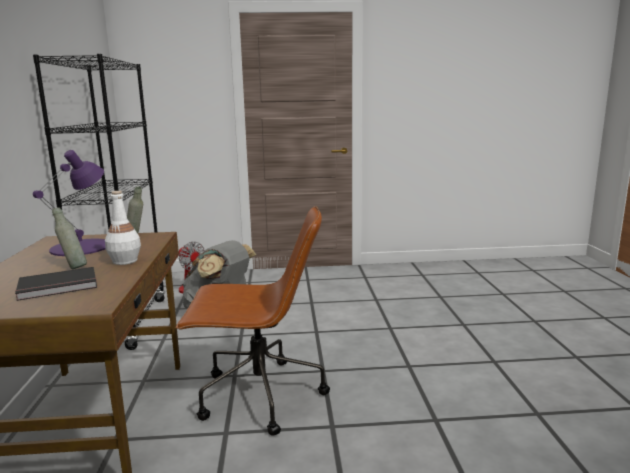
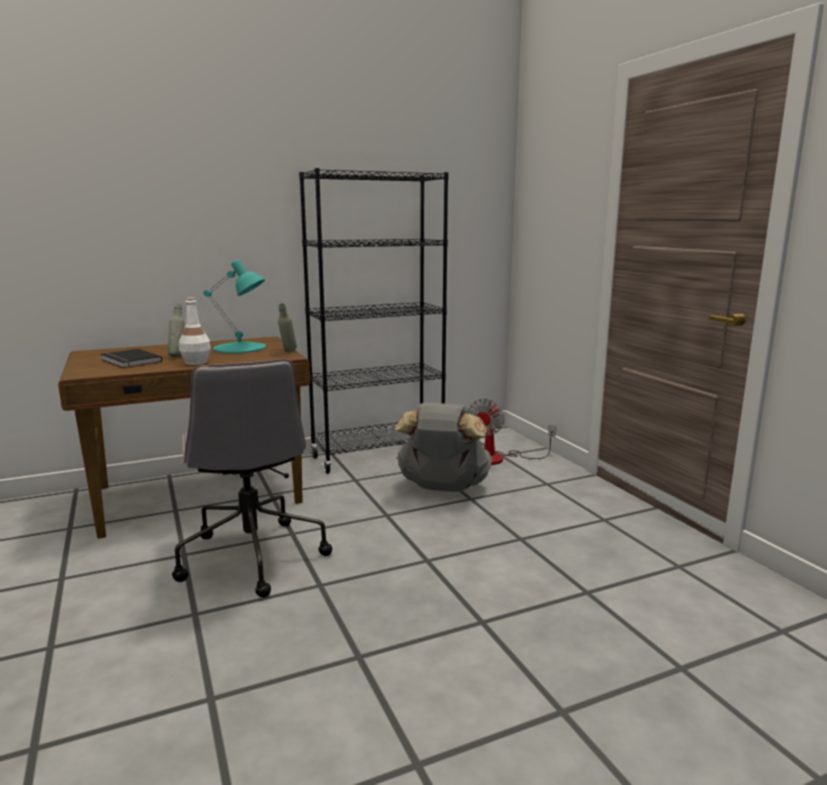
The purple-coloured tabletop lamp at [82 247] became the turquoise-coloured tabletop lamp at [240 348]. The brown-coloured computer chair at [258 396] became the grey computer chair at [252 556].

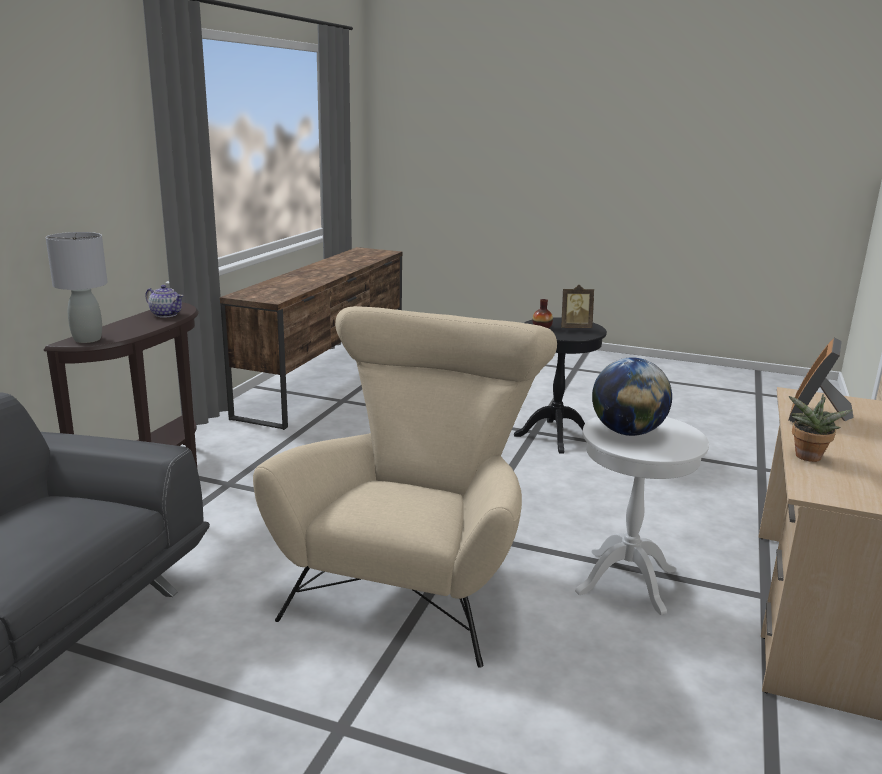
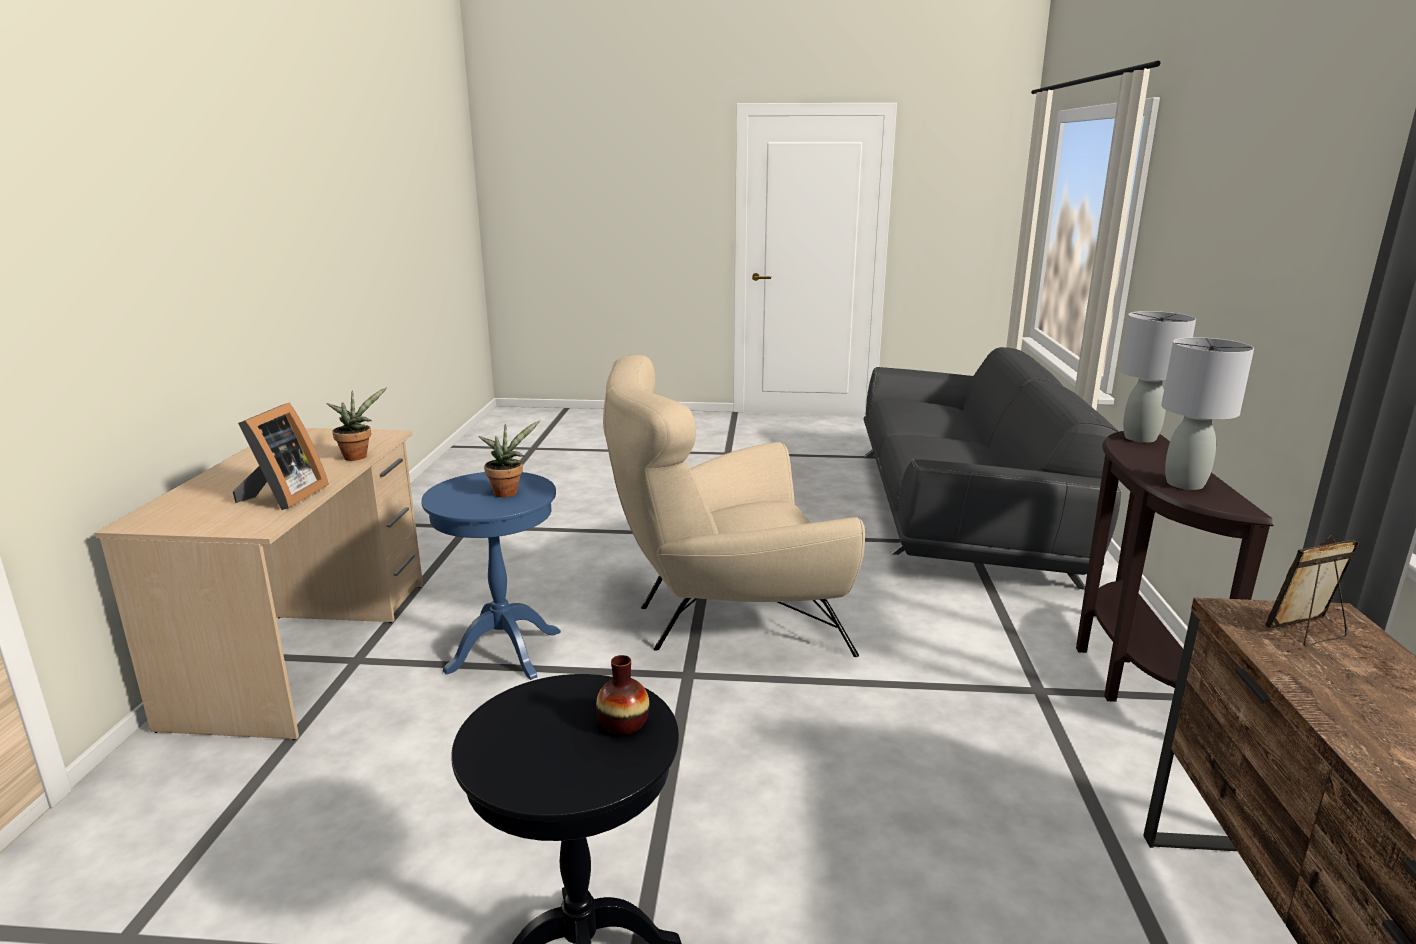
The teapot at [166 314] was replaced by the grey tabletop lamp at [1185 484]. The beige-coloured easy chair at [412 577] turned 75 degrees clockwise. The photo frame moved from [575 327] to [1307 633]. The white side table at [626 581] became the bluish side table at [504 651]. The world globe at [627 432] was replaced by the potted plant at [508 492].

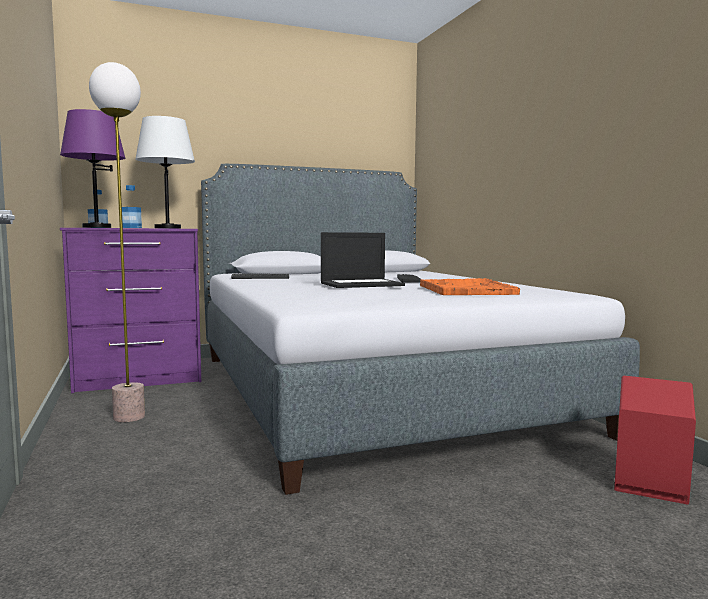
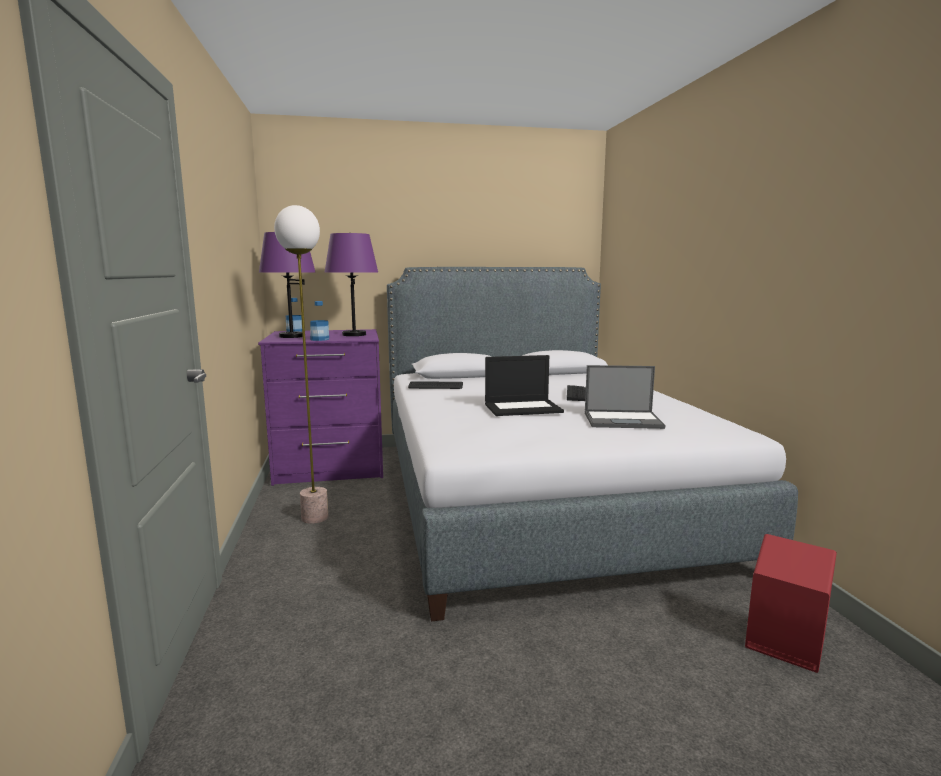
The white tabletop lamp at [168 228] became the purple-coloured tabletop lamp at [354 335]. The orange-coloured carrying tray at [466 290] was replaced by the portable computer at [623 420].

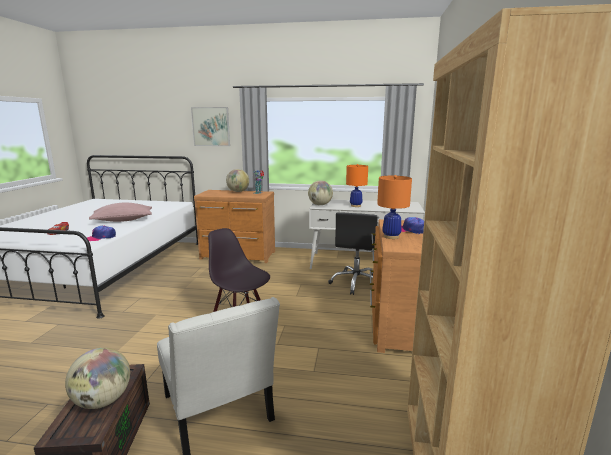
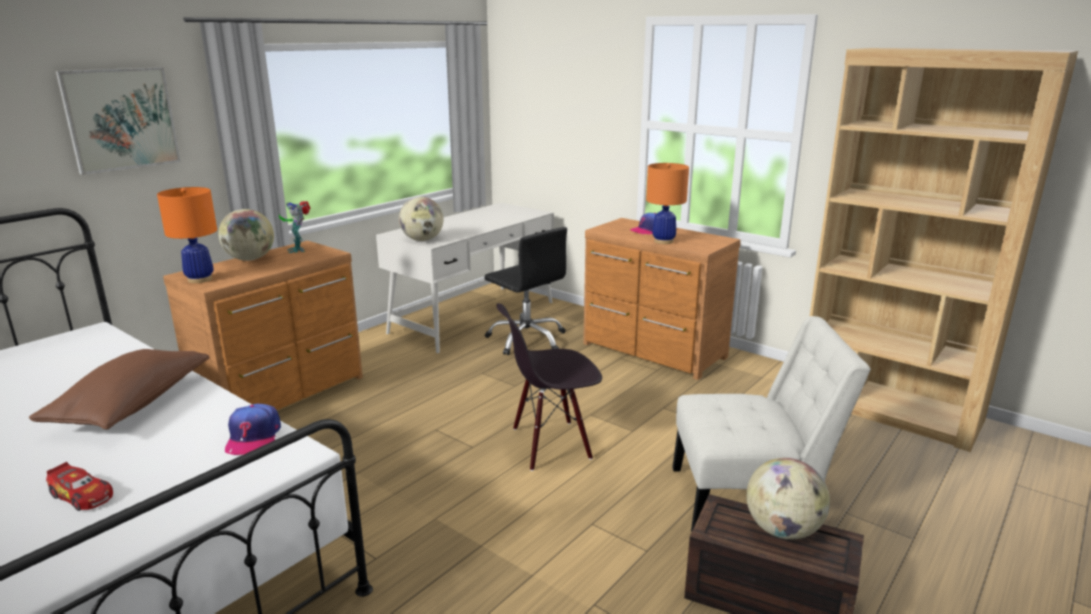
The pink pillow at [123 220] became the brown-coloured pillow at [131 405]. The orange-coloured tabletop lamp moved from [356 206] to [200 279].

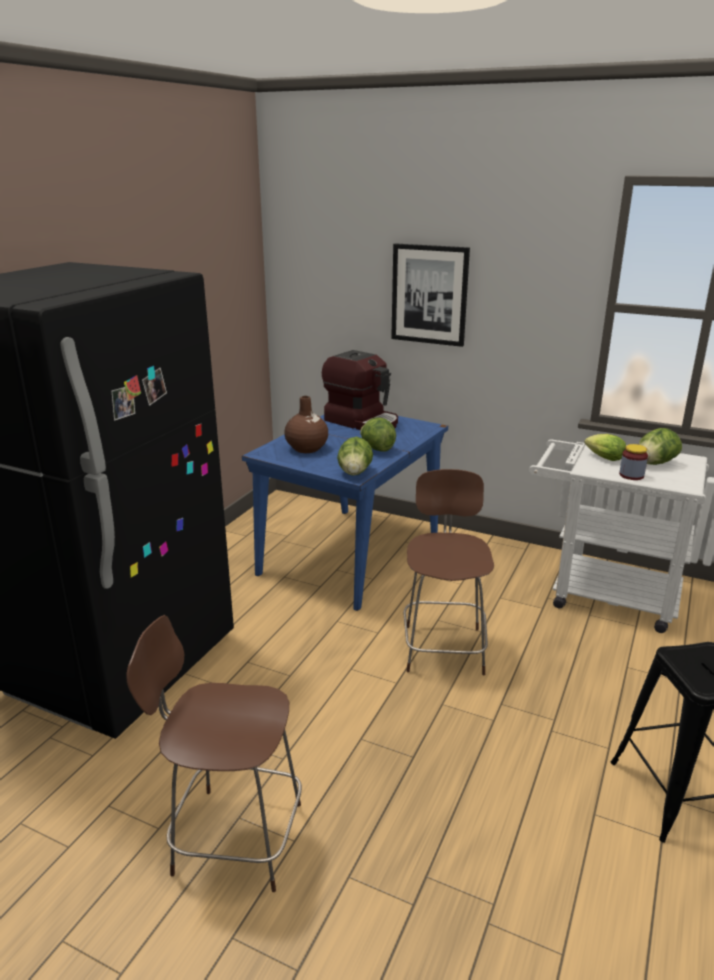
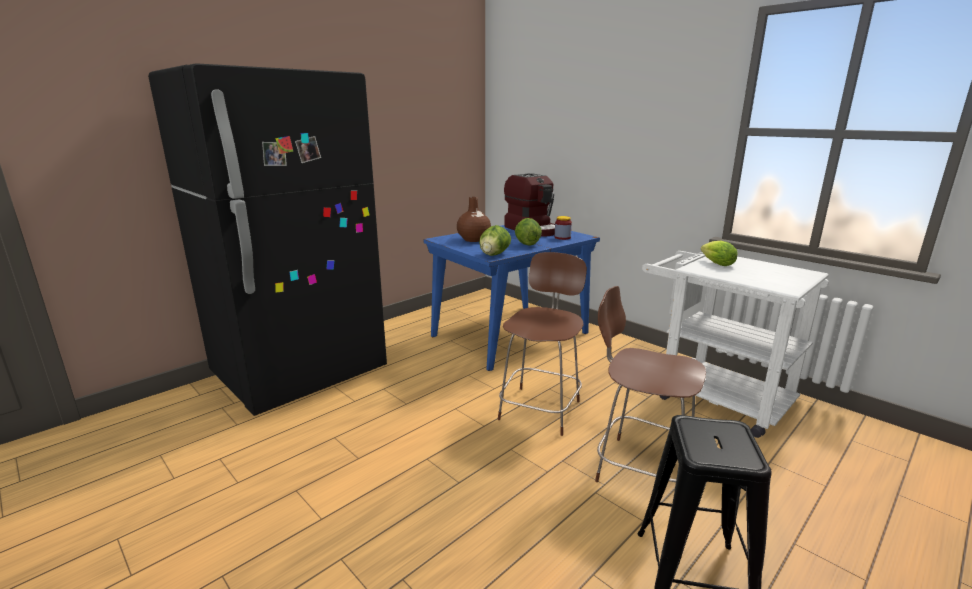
The brown-coloured plain chair moved from [233 837] to [640 470]. The wall picture at [429 294] disappeared. The preserve jar moved from [631 475] to [562 237]. The lettuce at [655 463] disappeared.

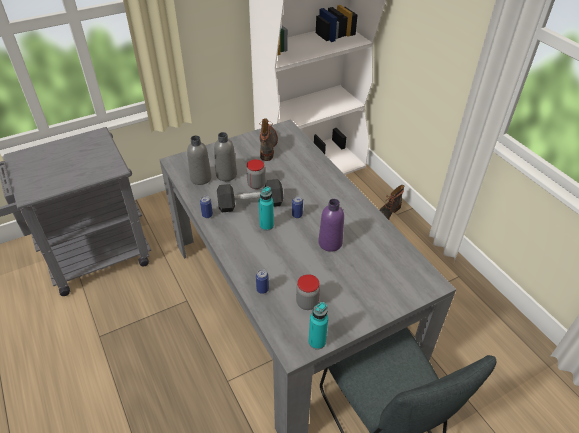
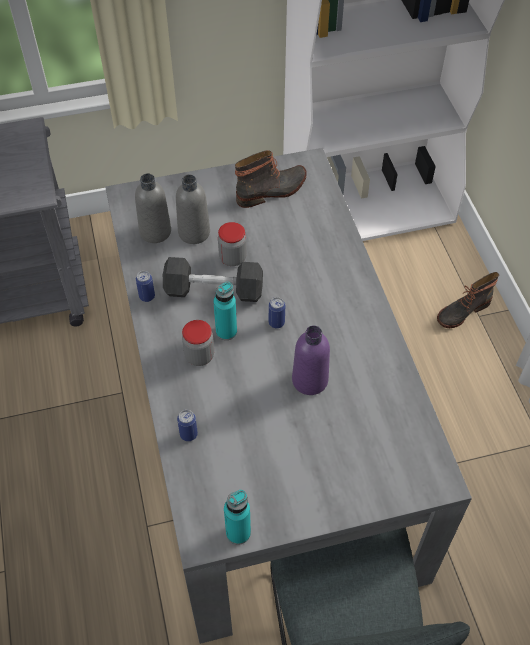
The high-top boot at [268 145] turned 45 degrees clockwise. The preserve jar moved from [307 303] to [199 356].

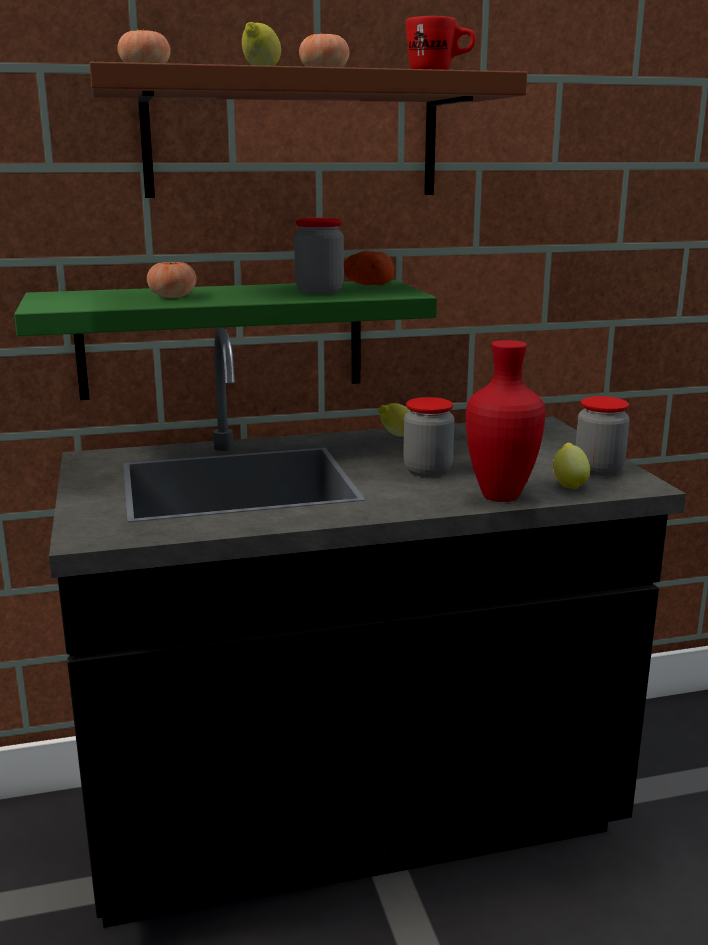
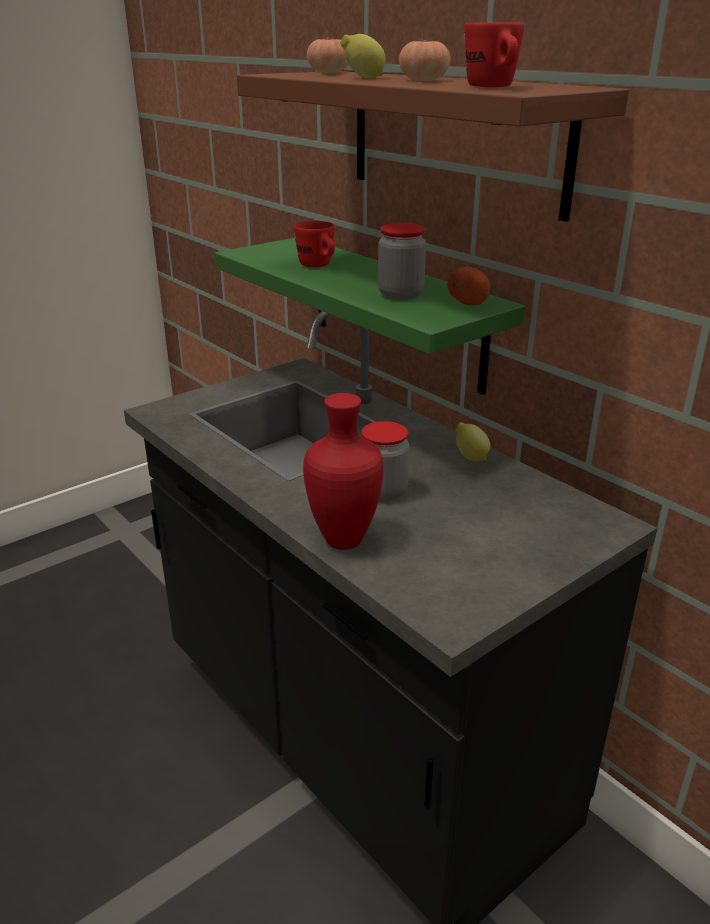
The whole tomato at [172 296] was replaced by the red mug at [318 266]. The citrus fruit at [569 485] disappeared. The preserve jar at [598 470] disappeared.

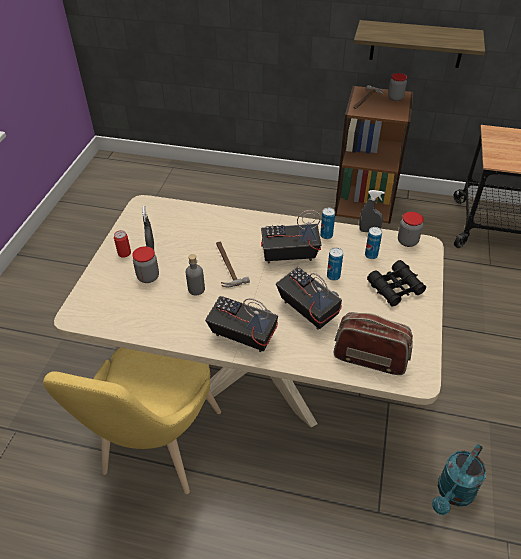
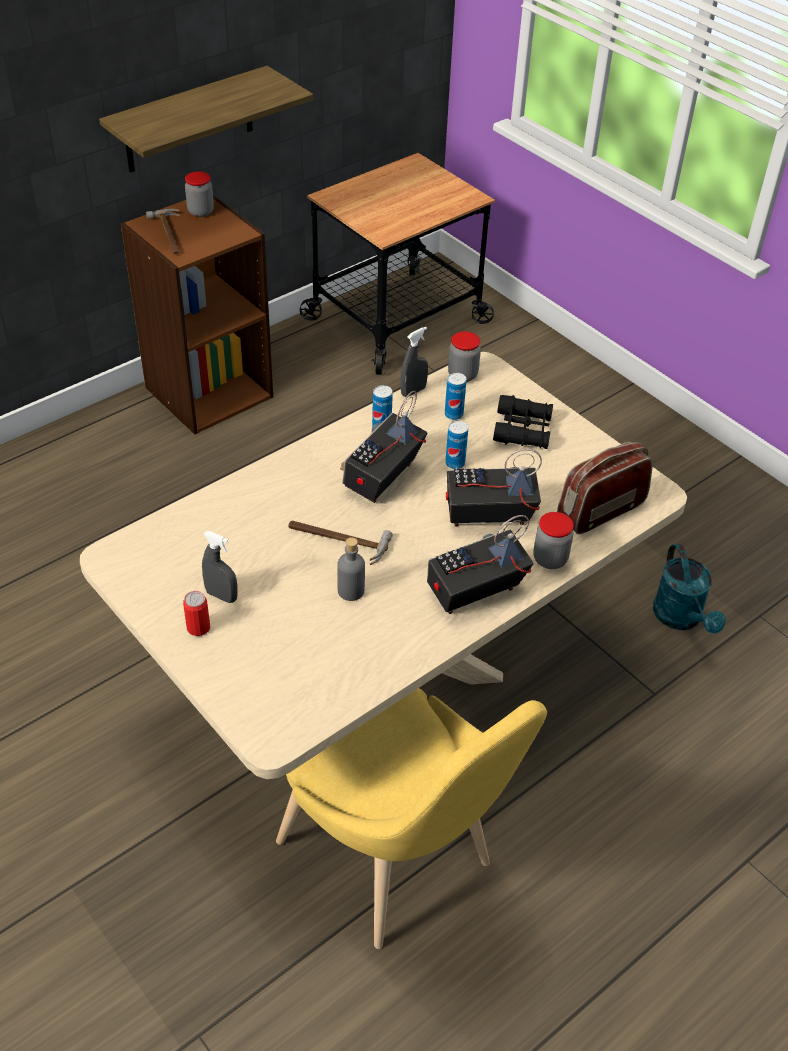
The preserve jar moved from [148 277] to [550 559].

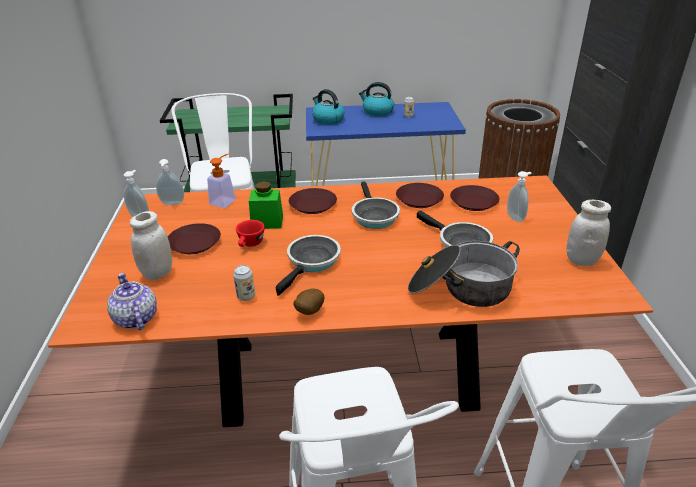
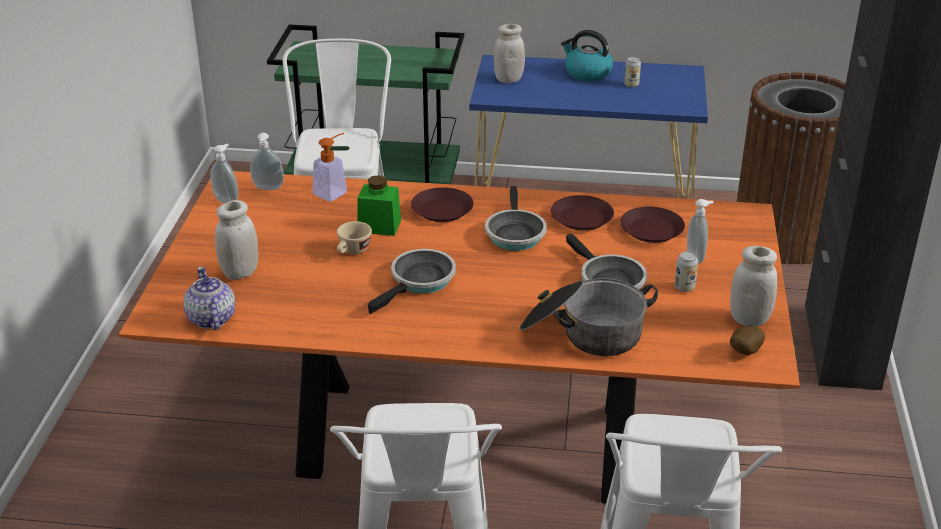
The brown-coloured dinner plate at [195 243] disappeared. The can moved from [246 296] to [684 287]. The red drinking cup at [250 244] became the beige-coloured drinking cup at [352 251]. The whole potato moved from [308 312] to [743 352]. The water kettle at [327 120] was replaced by the white preserve jar at [508 79].

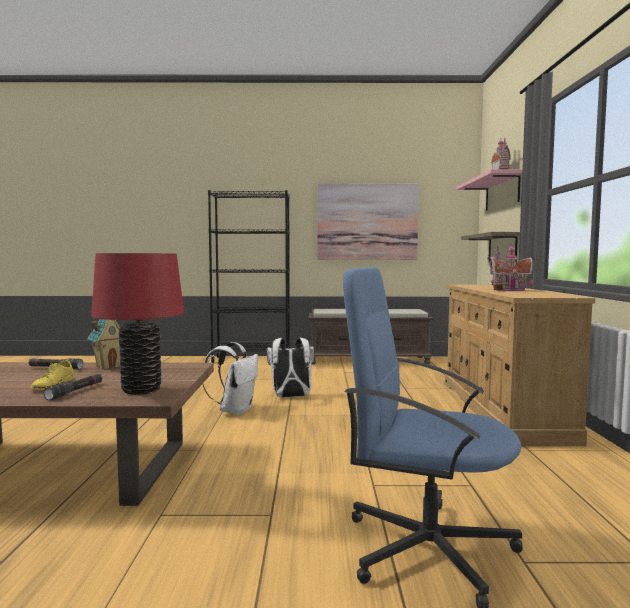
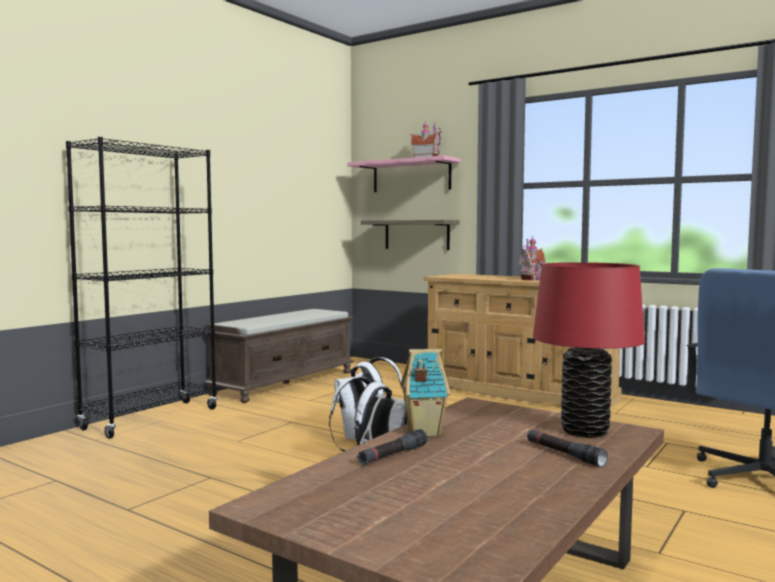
The yellowish shoe at [53 385] disappeared. The wall picture at [367 222] disappeared.

